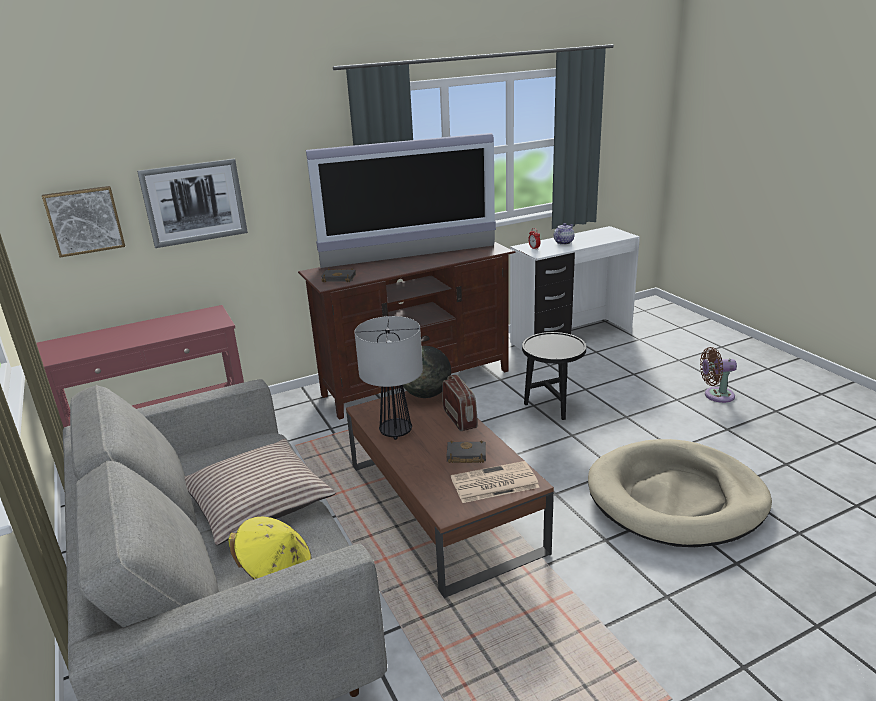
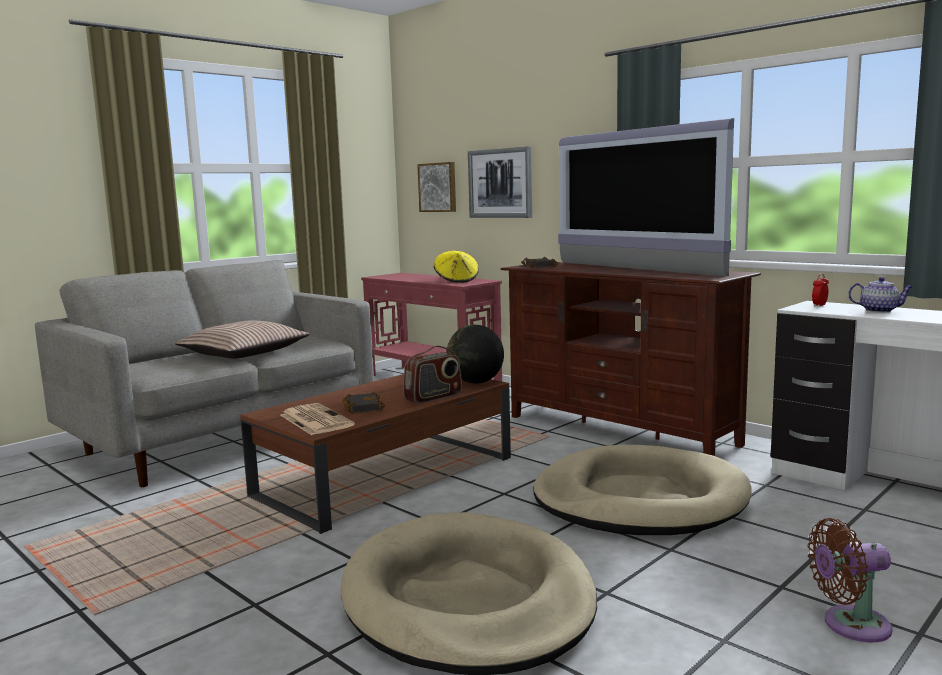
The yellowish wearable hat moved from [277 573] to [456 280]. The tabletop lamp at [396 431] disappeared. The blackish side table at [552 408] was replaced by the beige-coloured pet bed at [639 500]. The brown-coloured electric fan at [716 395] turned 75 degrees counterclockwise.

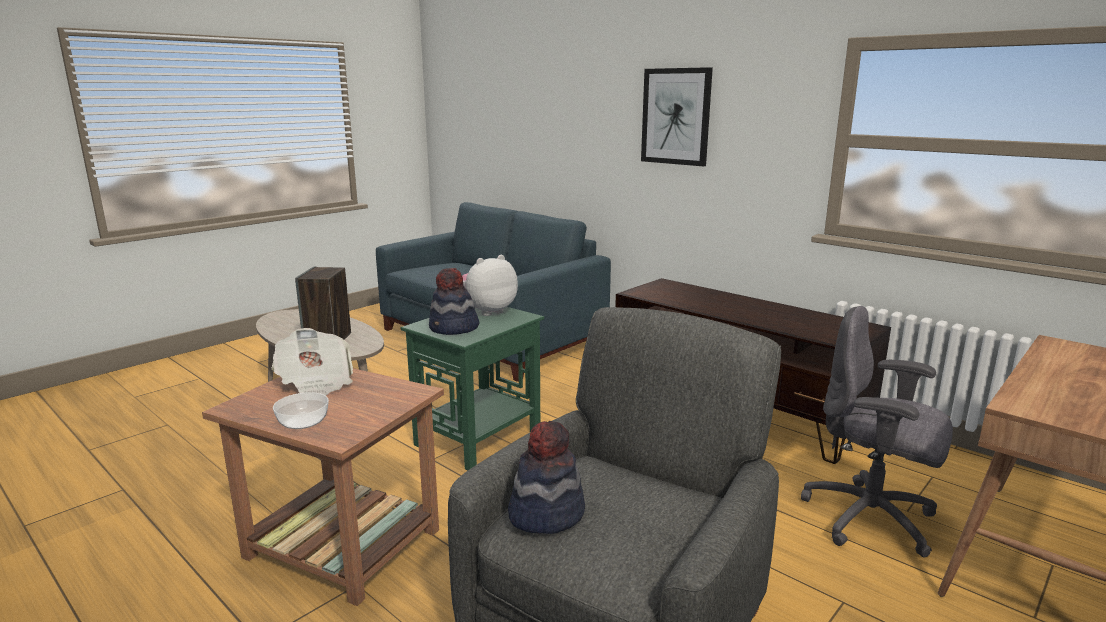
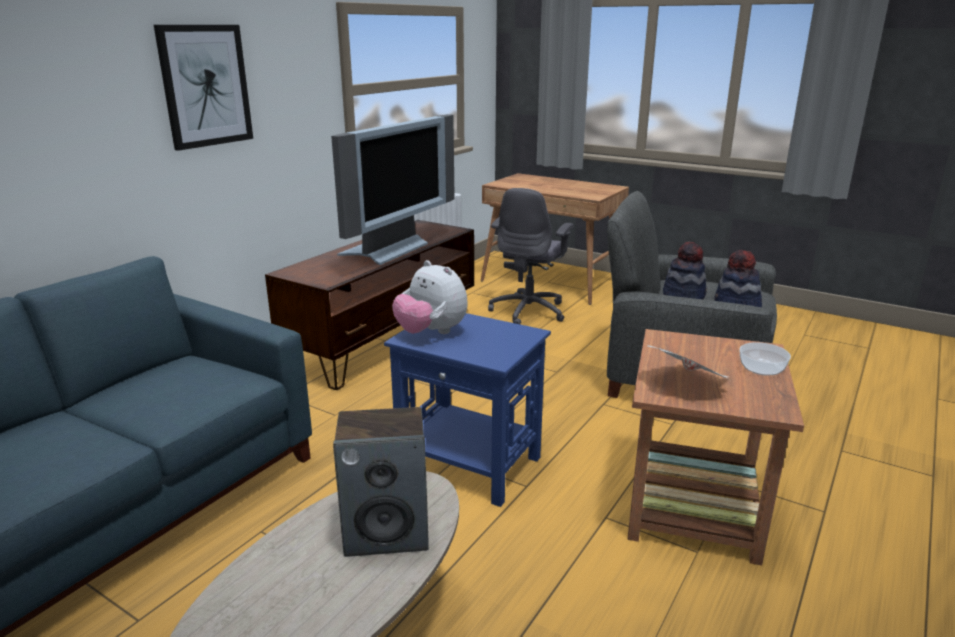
The green side table at [477 438] became the bluish side table at [470 464]. The wearable hat moved from [453 328] to [683 296]. The TV set at [389 250] appeared.

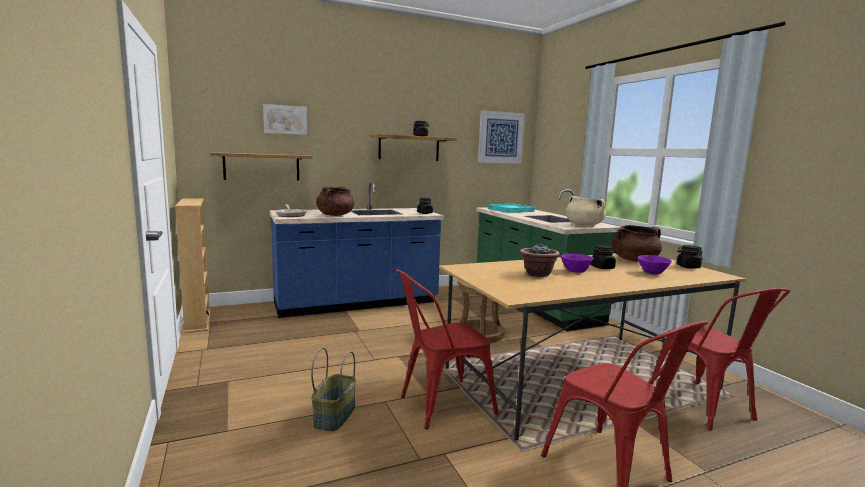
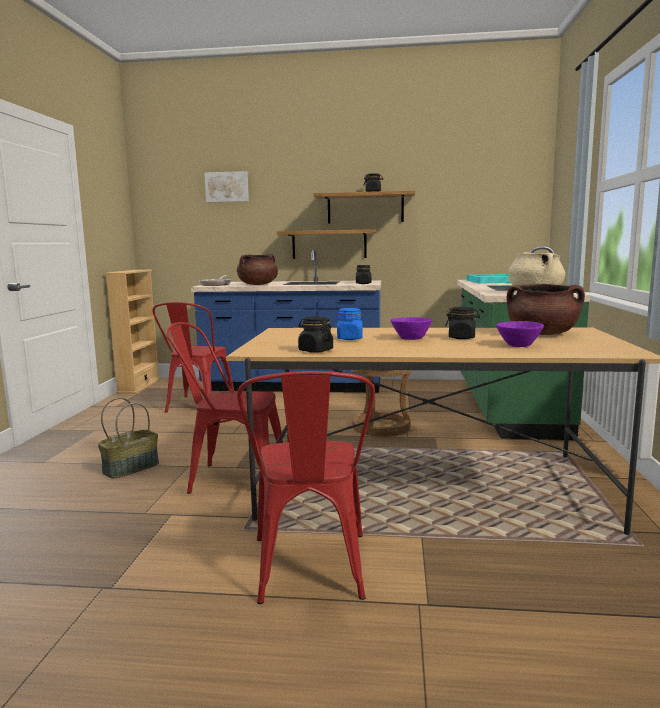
The wall shelf moved from [262 167] to [329 244]. The wall picture at [501 137] disappeared. The potted plant at [537 274] was replaced by the bluish preserve jar at [350 338]. The red plain chair moved from [707 409] to [197 406]. The blackish preserve jar moved from [688 267] to [315 350].

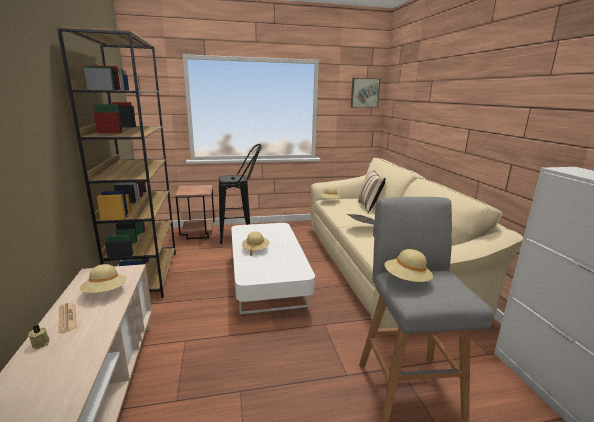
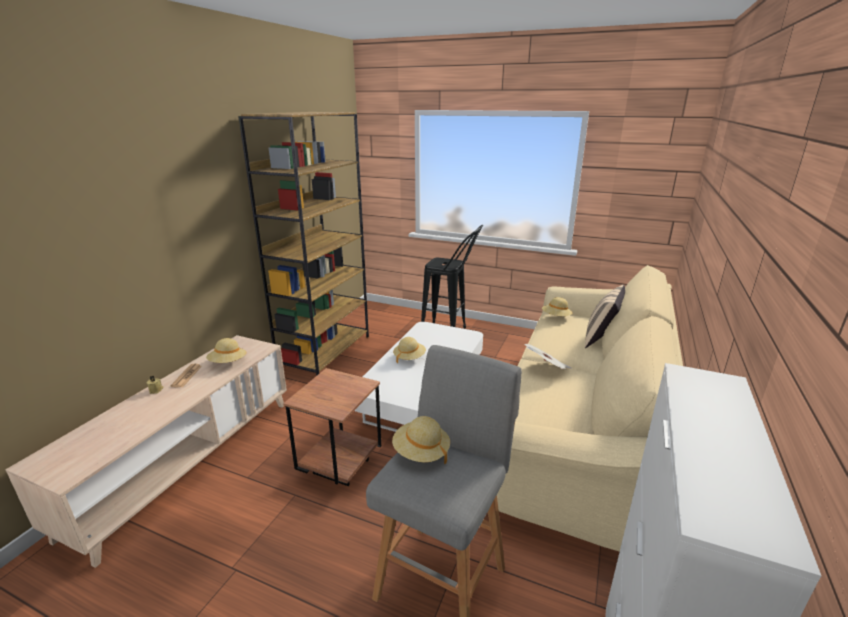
The brown-coloured side table moved from [197 235] to [339 467]. The wall picture at [364 93] disappeared.

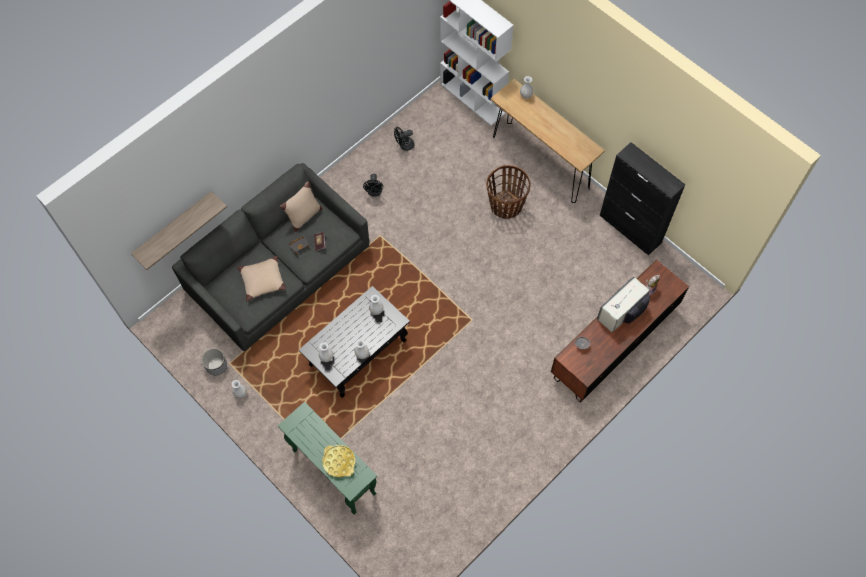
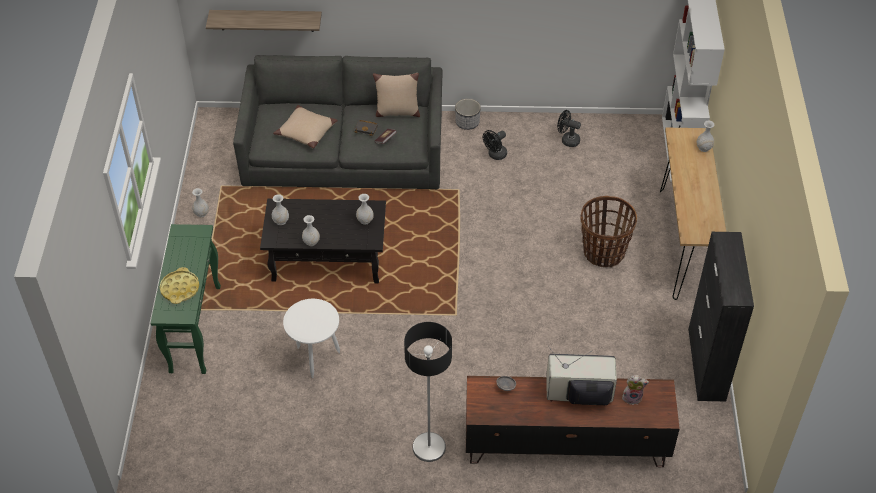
The flower pot moved from [216 365] to [467 122]. The white side table at [316 361] appeared. The standing lamp at [429 447] appeared.

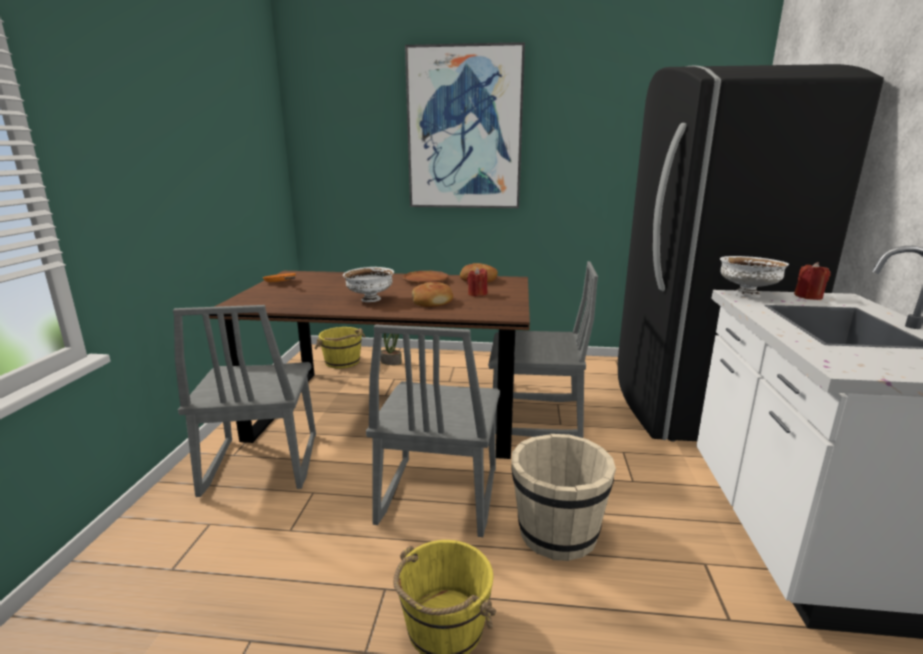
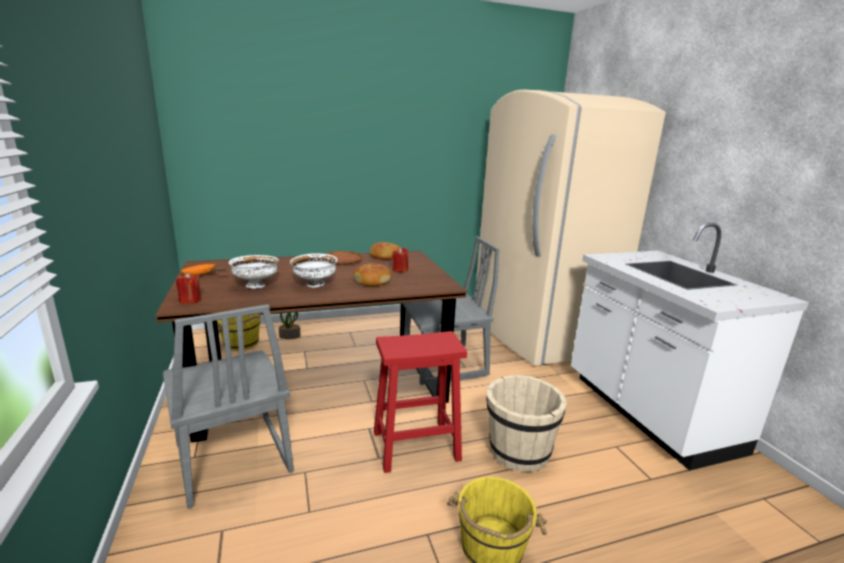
The grey plain chair at [437 496] was replaced by the red stool seat at [414 446]. The wall picture at [465 129] disappeared. The blackish fridge at [688 400] became the beige-coloured fridge at [536 333]. The white serving bowl moved from [746 294] to [255 285]. The red candle moved from [808 297] to [190 300].

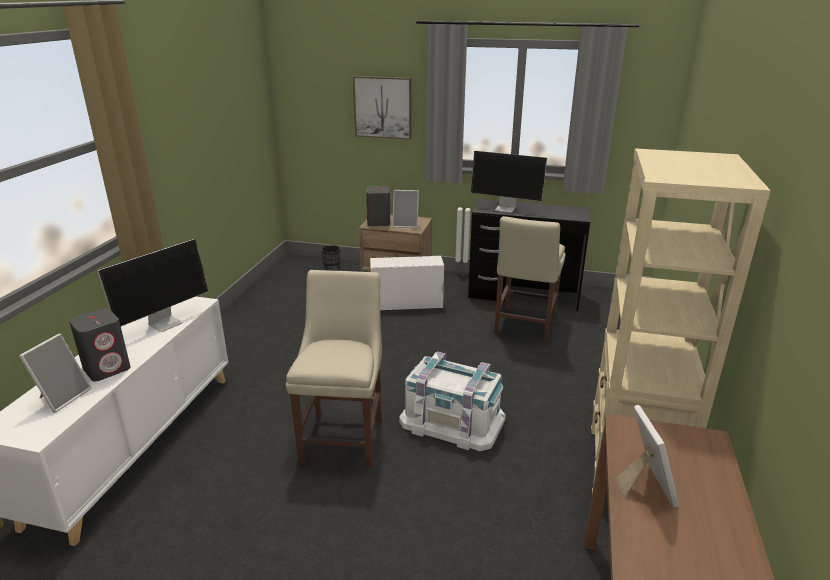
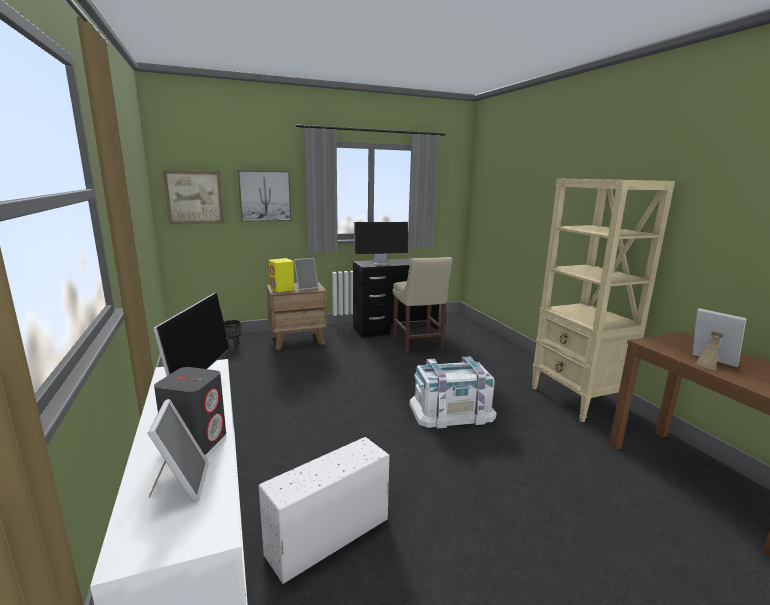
The beige-coloured plain chair at [344 436] disappeared. The grey loudspeaker at [379 223] became the yellowish loudspeaker at [282 289]. The white storage box moved from [405 304] to [327 537]. The wall picture at [194 197] appeared.

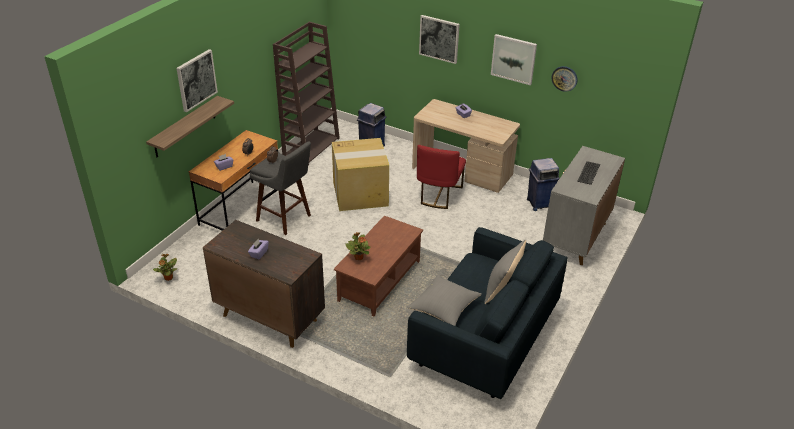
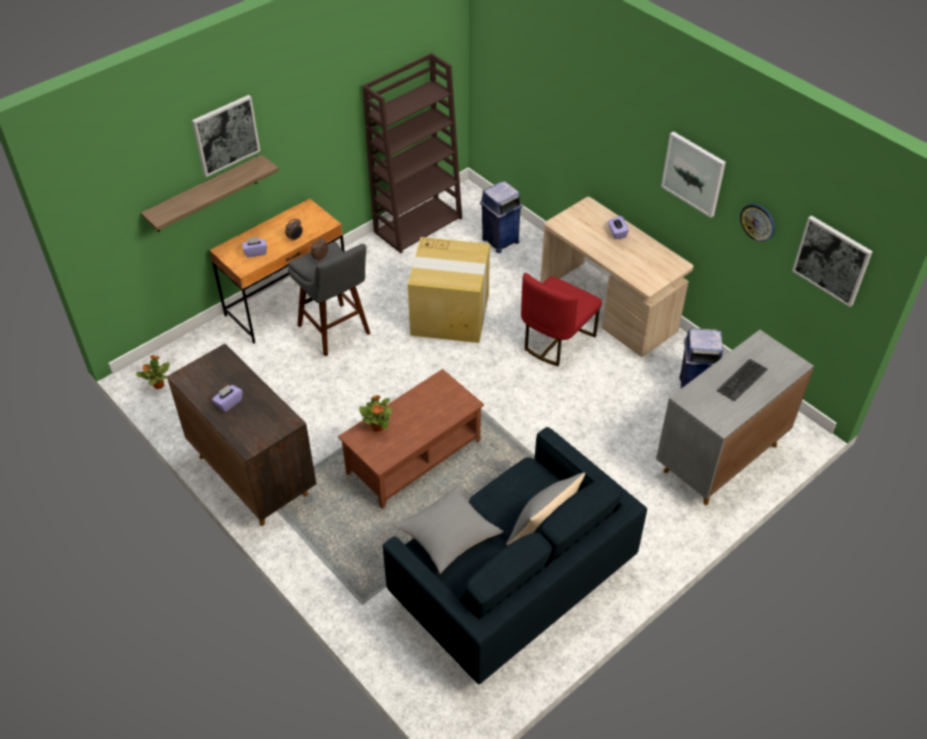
The wall picture moved from [439 38] to [832 260].

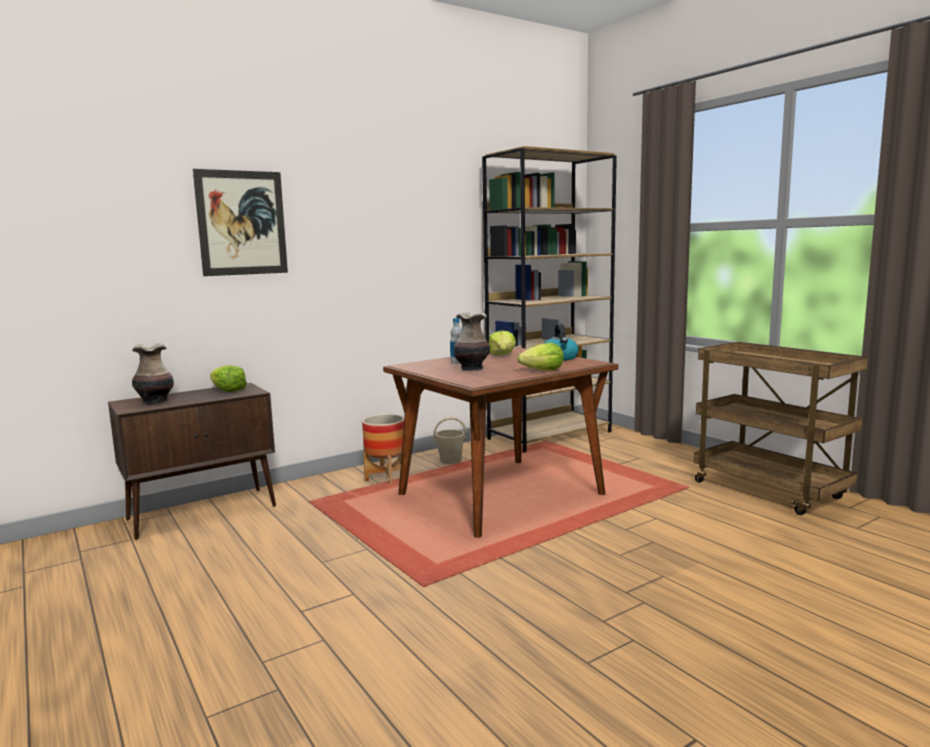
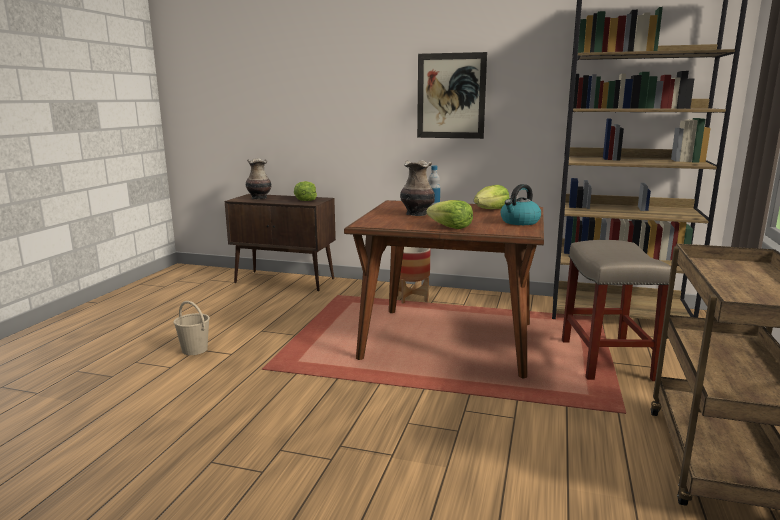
The wall picture moved from [242 223] to [451 96]. The beige-coloured bucket moved from [451 460] to [195 350]. The beige-coloured stool seat at [607 360] appeared.

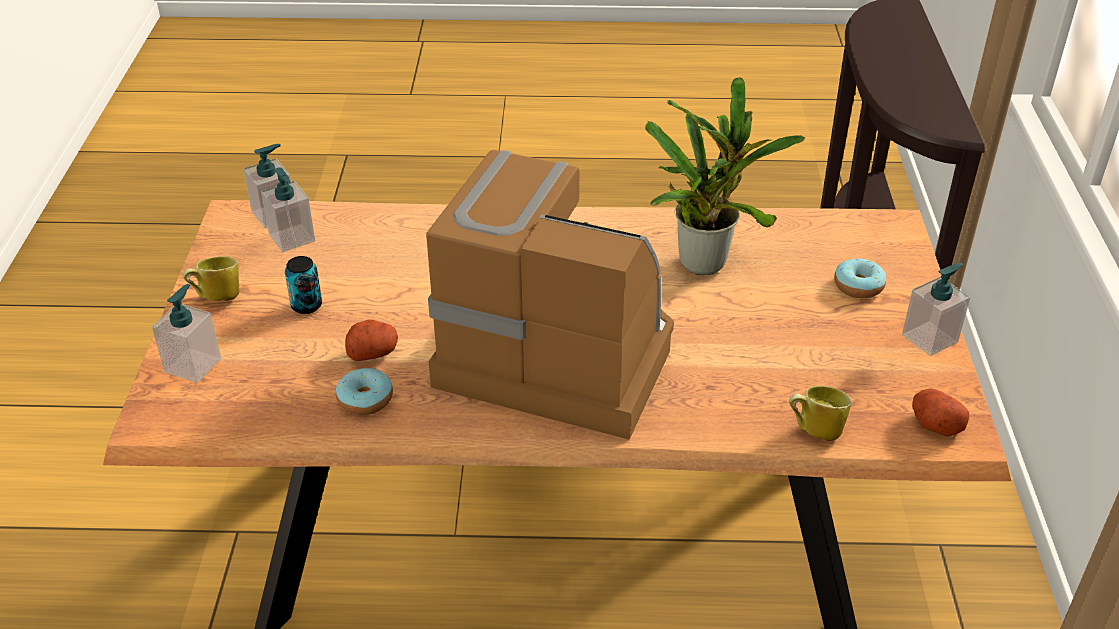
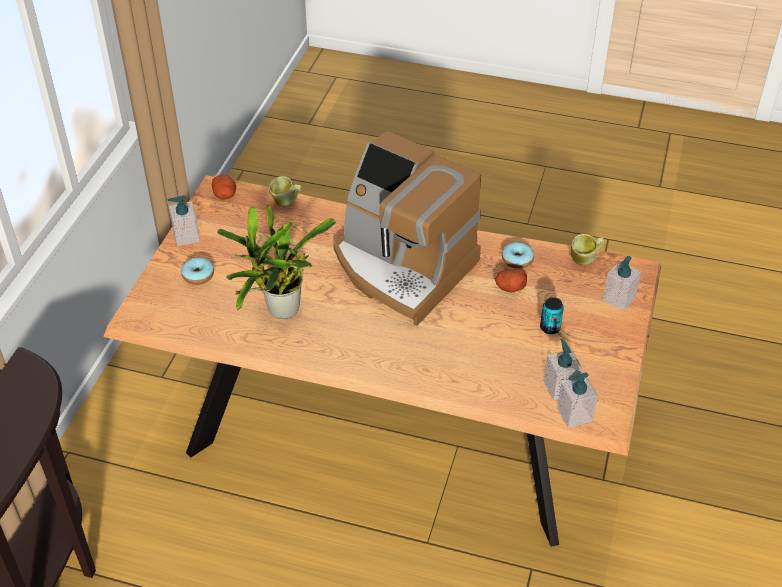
The mug moved from [217 297] to [585 260].

